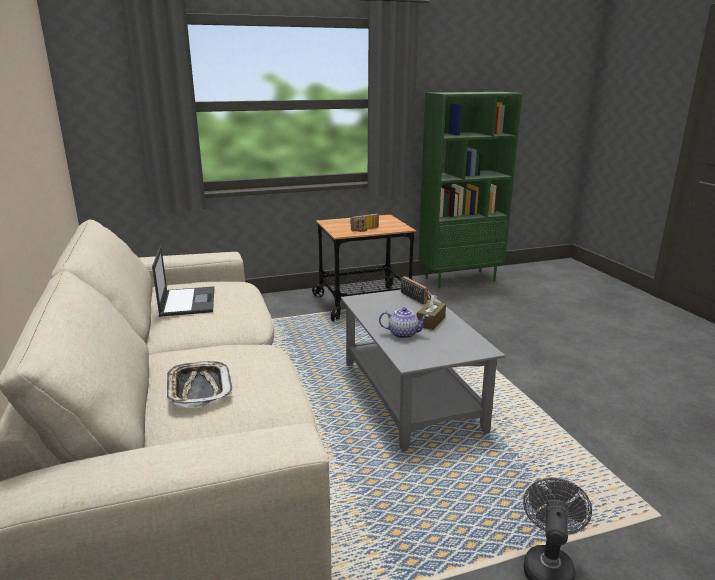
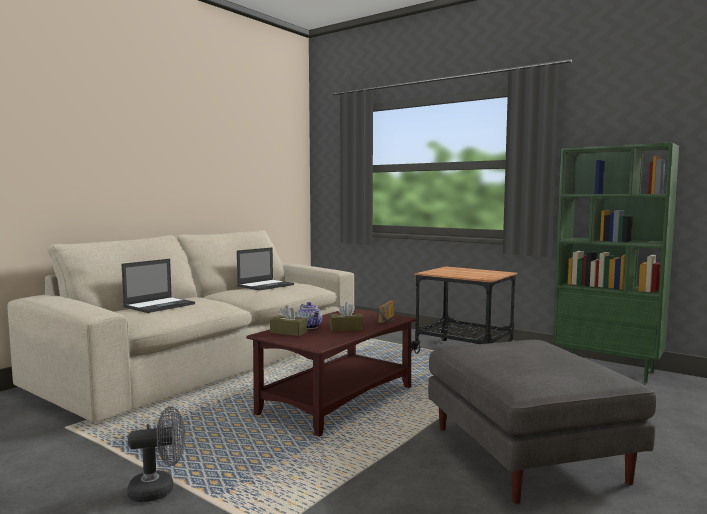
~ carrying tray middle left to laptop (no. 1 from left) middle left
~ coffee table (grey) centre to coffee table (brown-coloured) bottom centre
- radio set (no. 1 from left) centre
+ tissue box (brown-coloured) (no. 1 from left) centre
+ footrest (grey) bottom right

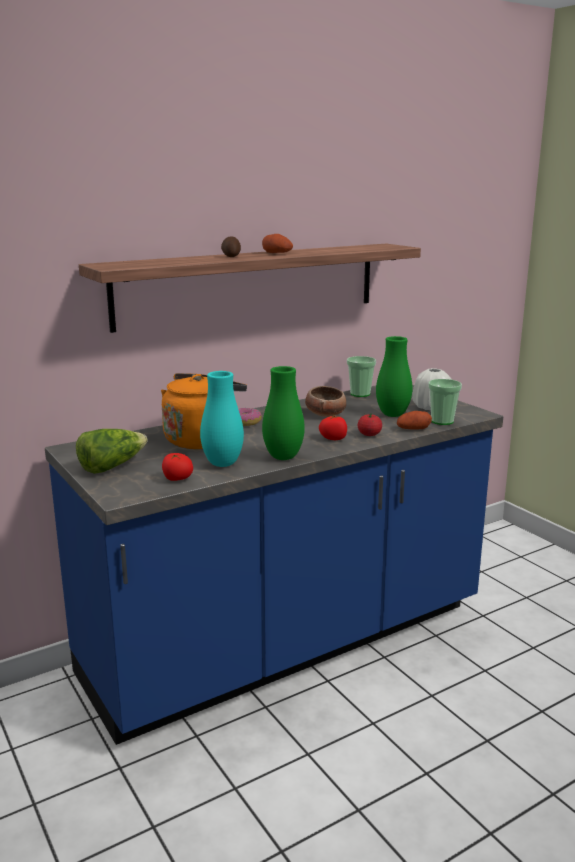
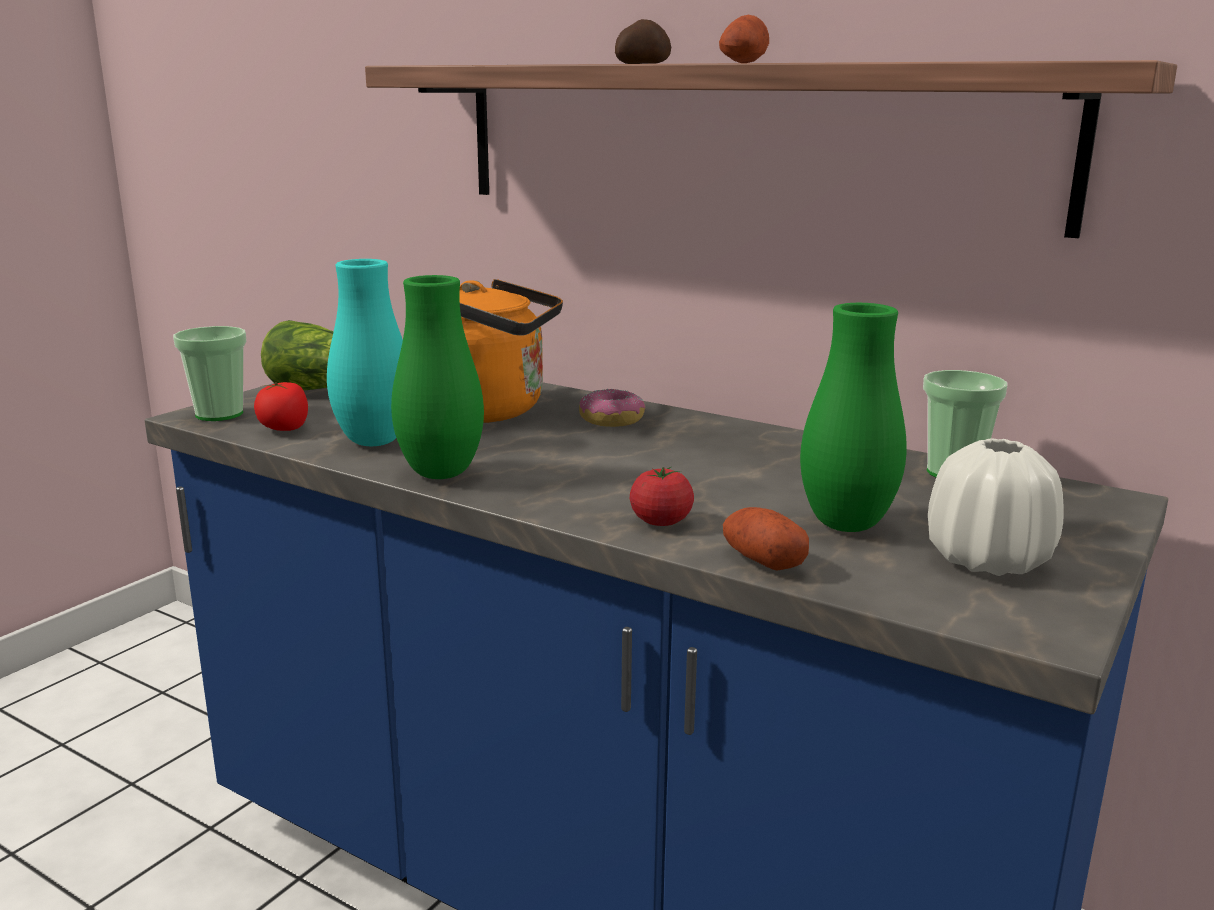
- serving bowl centre
- fresh tomato (no. 2 from left) centre
~ cup (no. 2 from left in the first image) middle right to cup (no. 1 from left) middle left

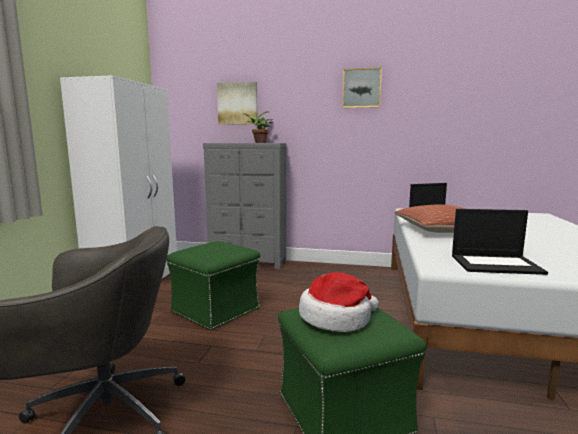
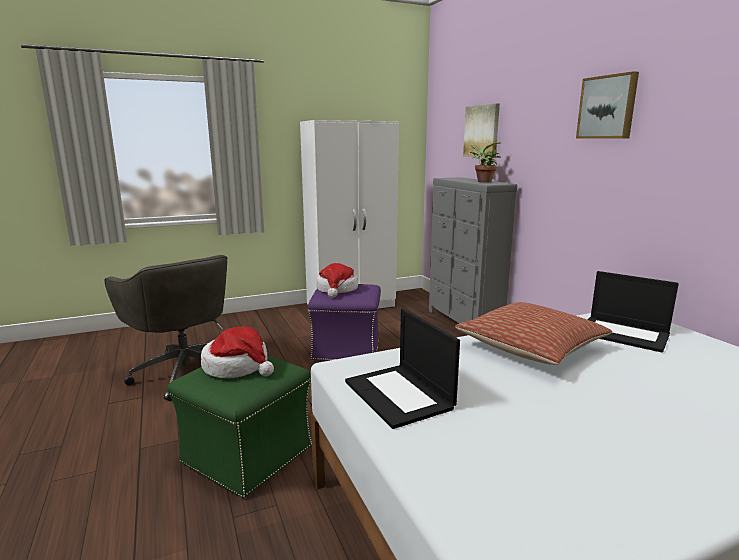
~ footrest (green) (no. 1 from left) centre to footrest (purple-coloured) centre
+ wearable hat (no. 2 from left) centre

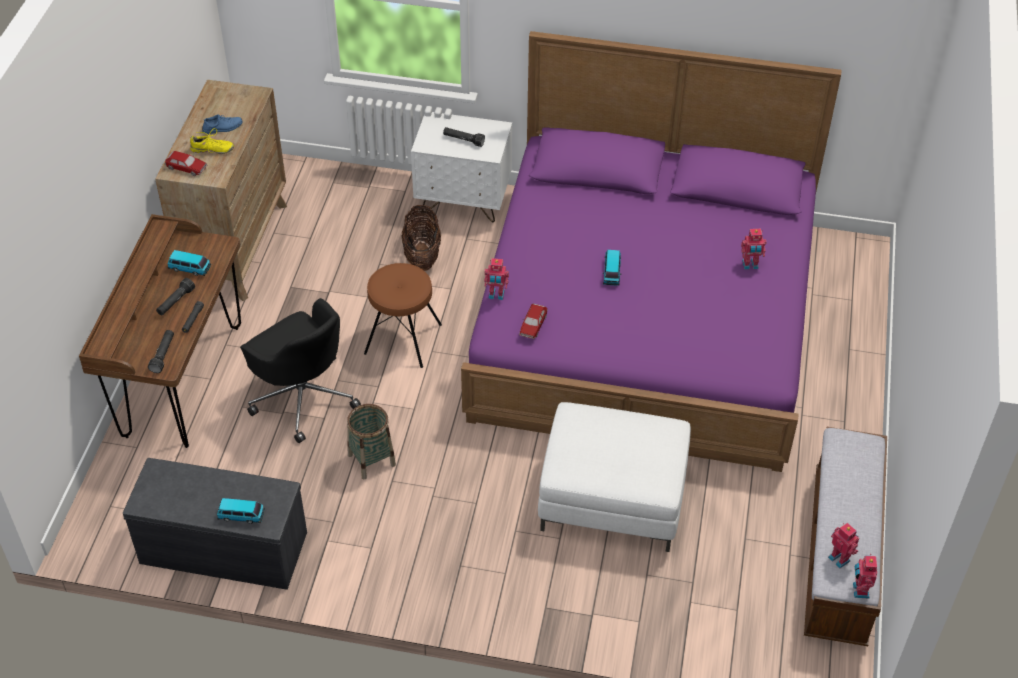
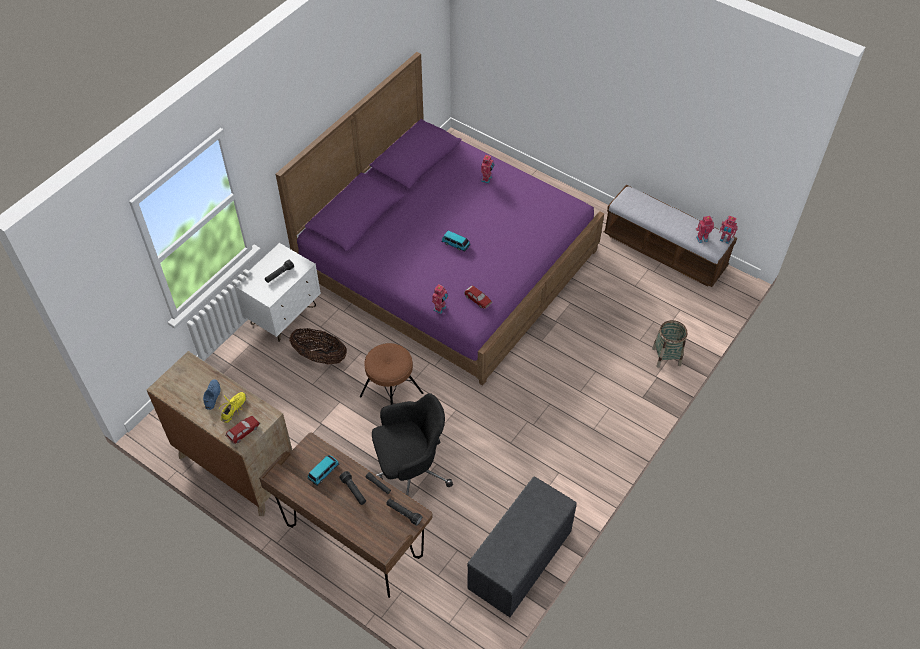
- miniature car (no. 3 from left) bottom left
~ basket (no. 1 from left in the first image) centre to basket (no. 2 from left) middle right
- footrest (white) bottom centre

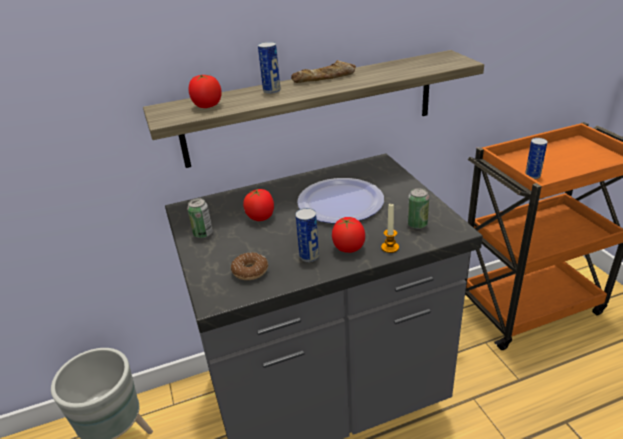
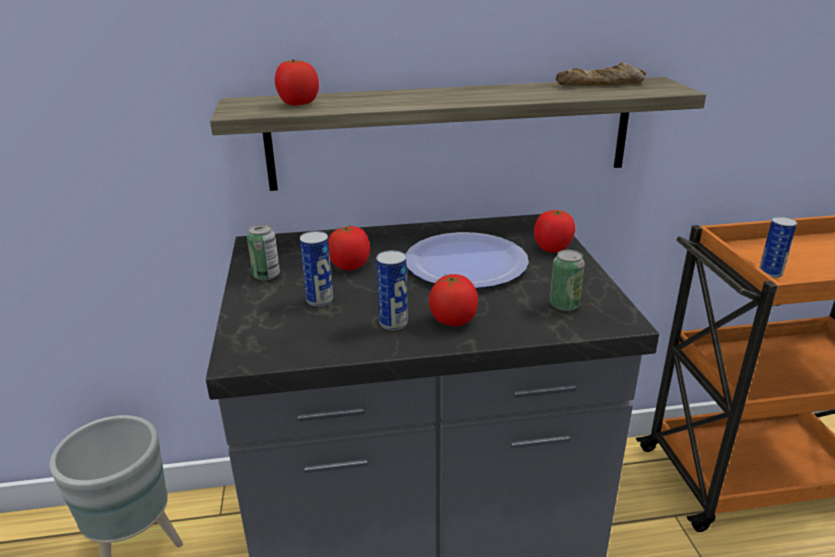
- doughnut centre
~ can (no. 2 from left) top centre to centre
~ bread top centre to top right
- wax light centre
+ fresh tomato (no. 4 from left) centre

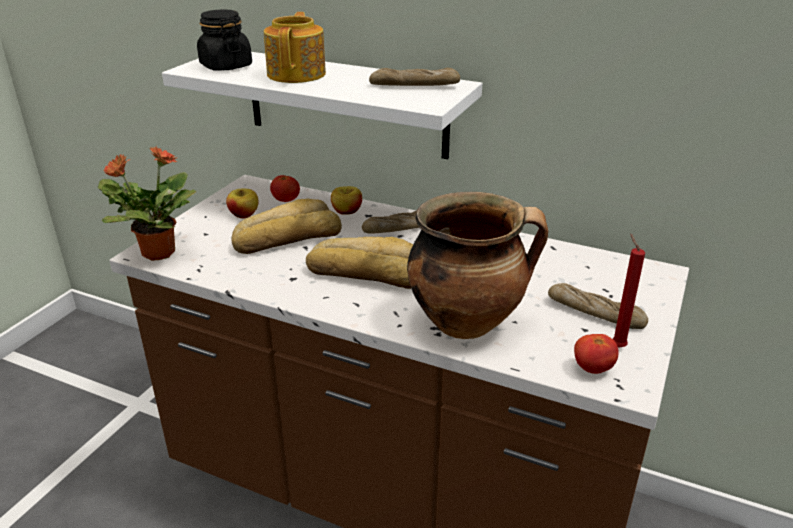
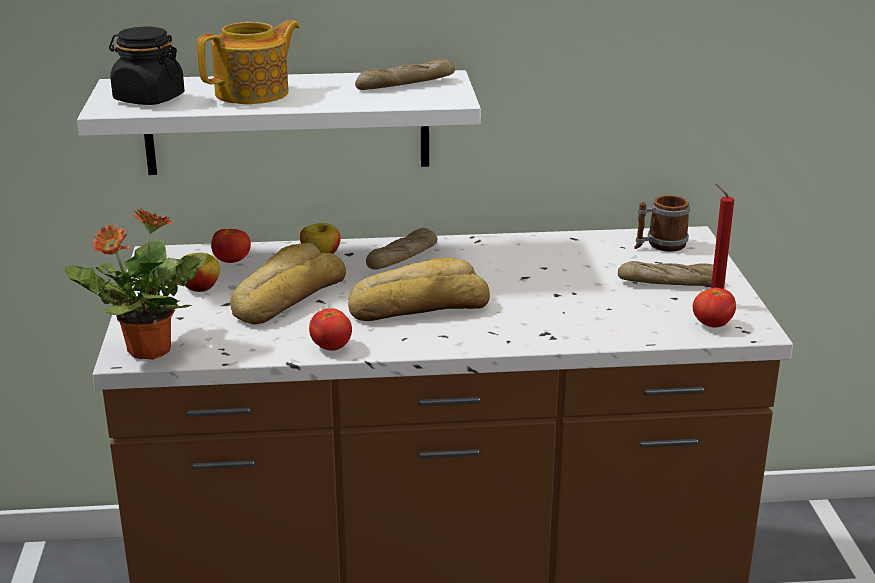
~ teapot top centre = top left 75 degrees clockwise
- stockpot centre
+ fresh tomato (no. 2 from left) centre
+ coffee mug middle right

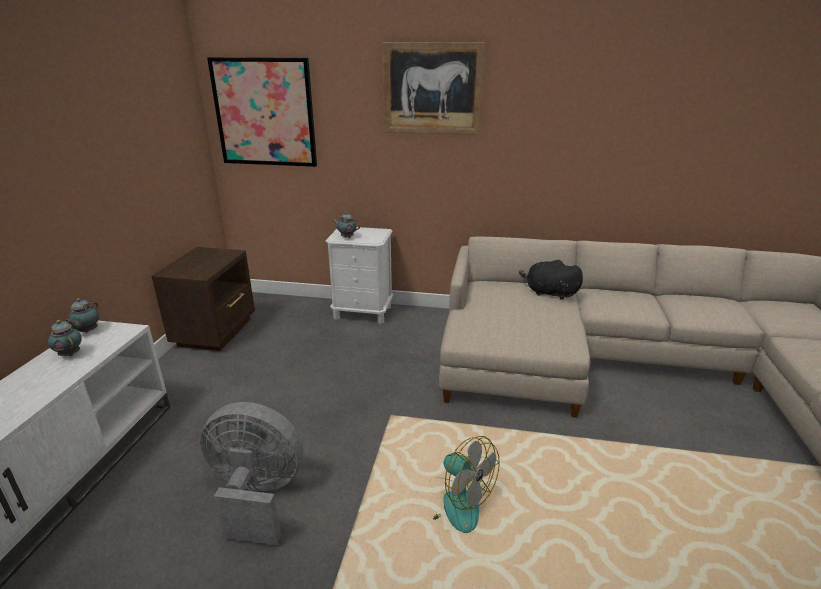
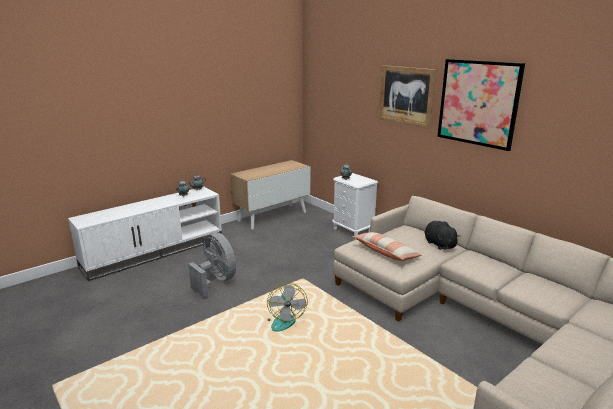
~ night table (brown-coloured) middle left to cupboard centre
~ picture (no. 1 from left in the first image) top left to picture (no. 2 from left) top right
+ pillow centre

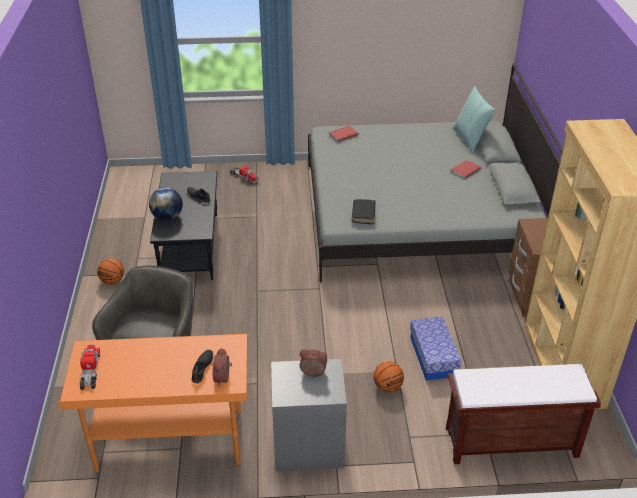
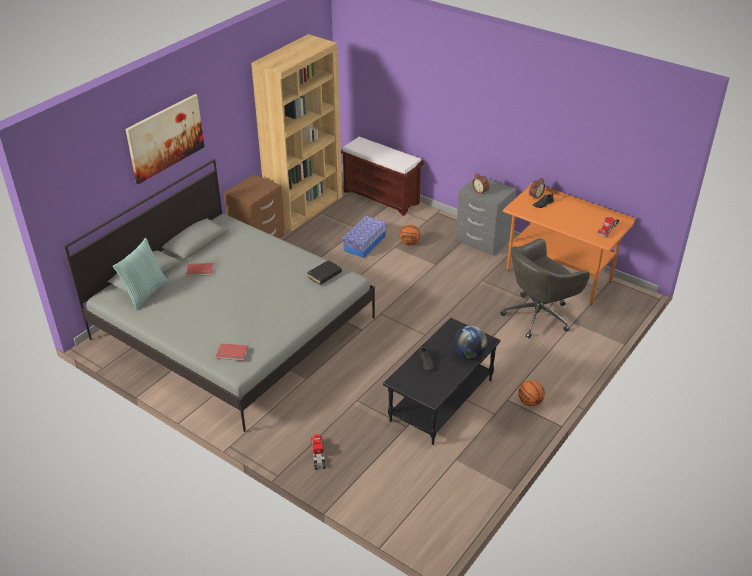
+ picture top left

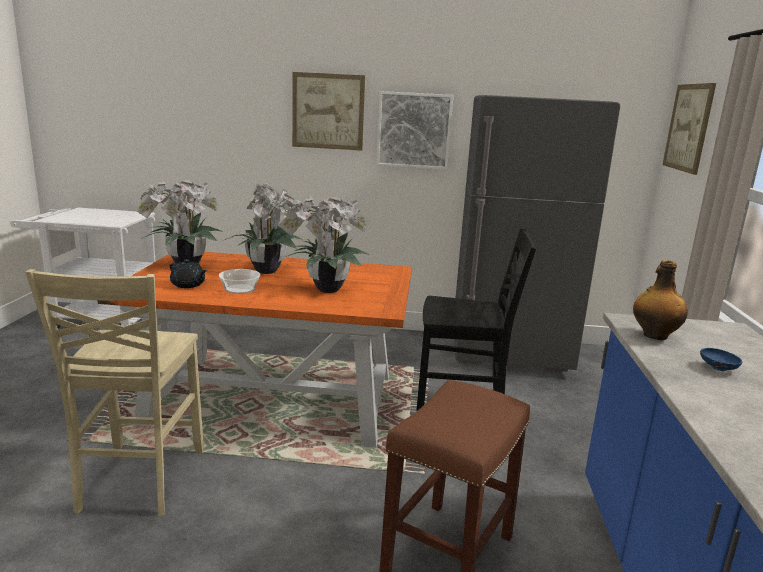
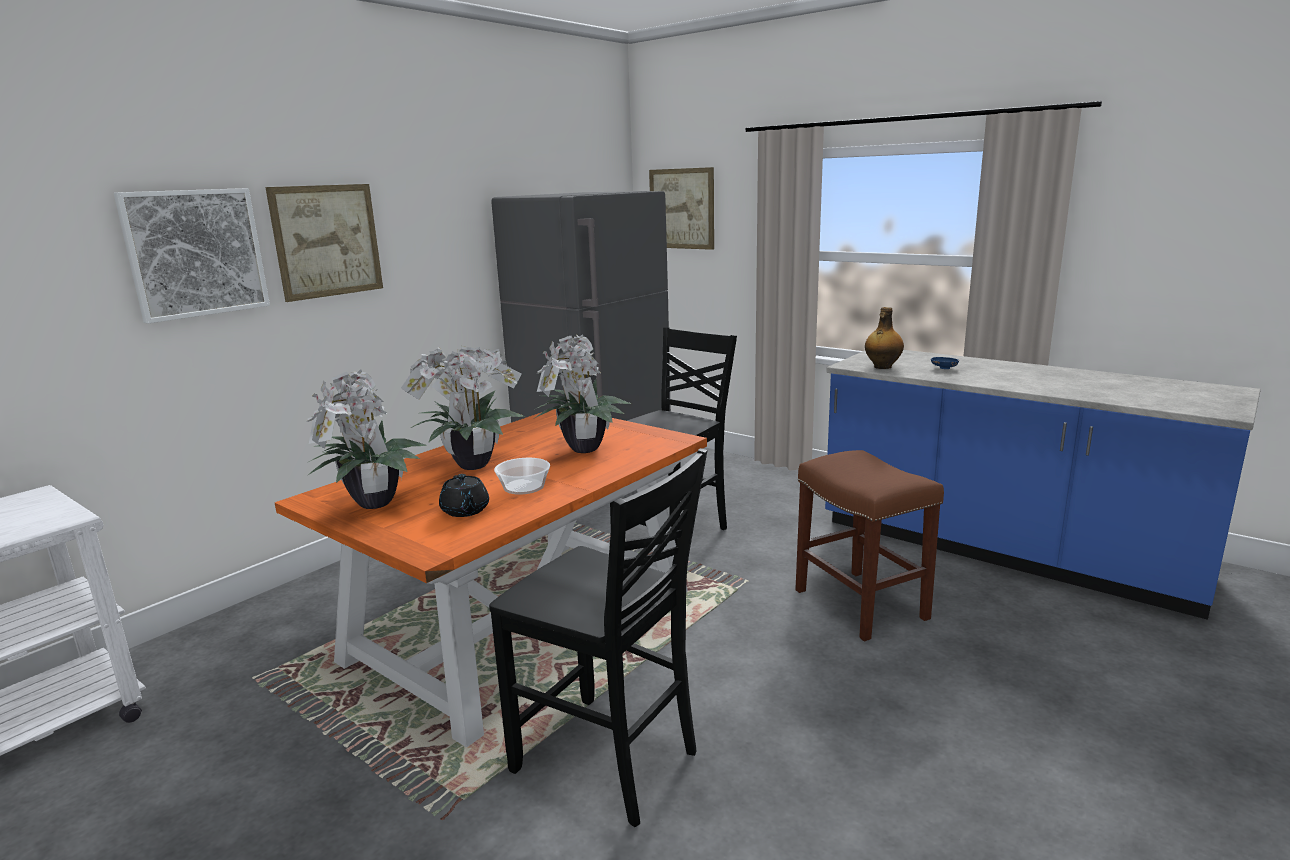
~ upright chair (beige-coloured) bottom left to upright chair (black-coloured) (no. 1 from left) bottom centre
~ teapot (black-coloured) middle left = centre 90 degrees clockwise
~ picture (no. 2 from left in the first image) top centre to picture (no. 1 from left) top left

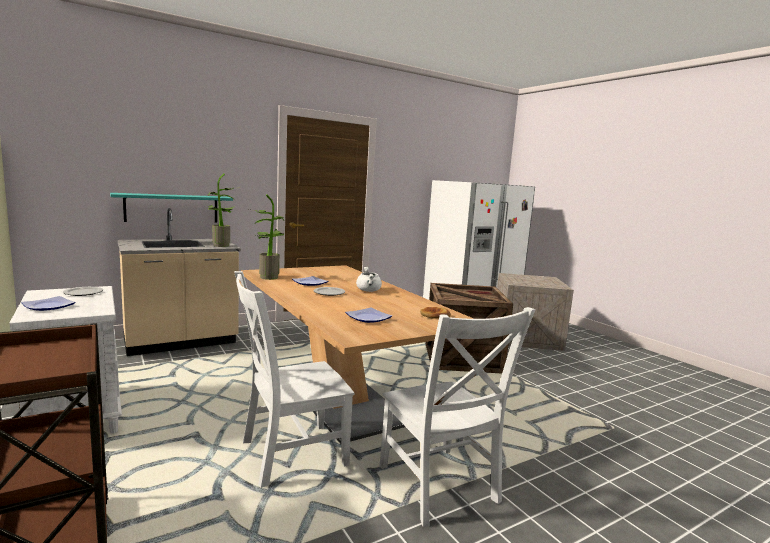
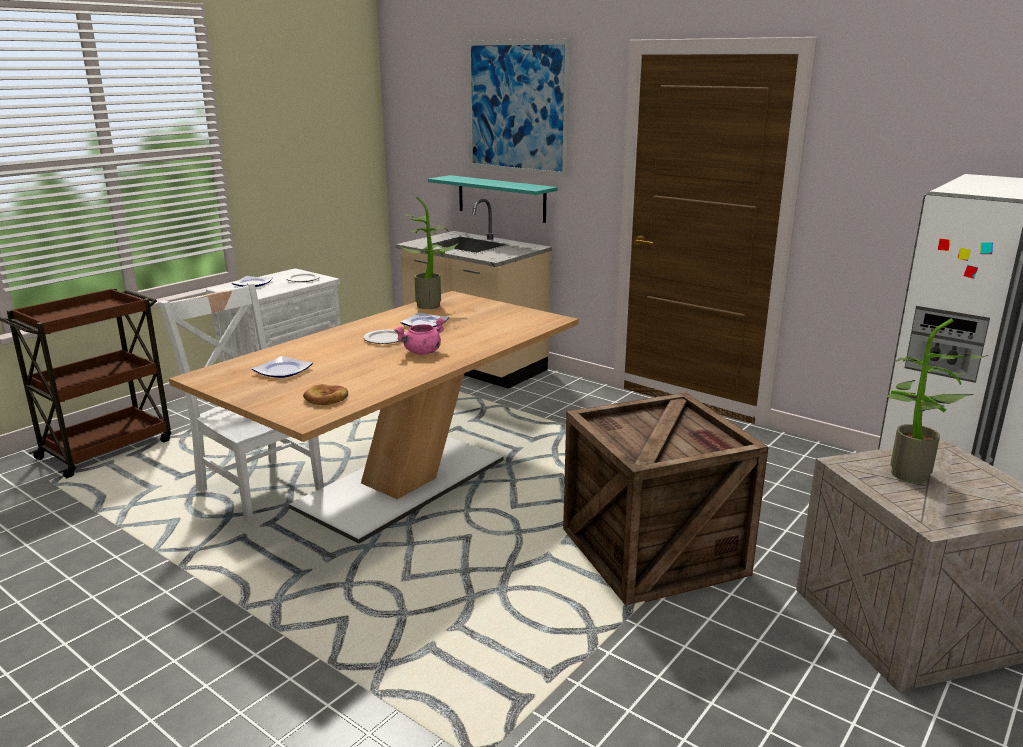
~ houseplant (no. 1 from left in the first image) middle left to houseplant (no. 2 from left) middle right
~ stockpot (white) centre to stockpot (pink-coloured) centre
- upright chair (white) (no. 2 from left) bottom centre
+ picture top centre

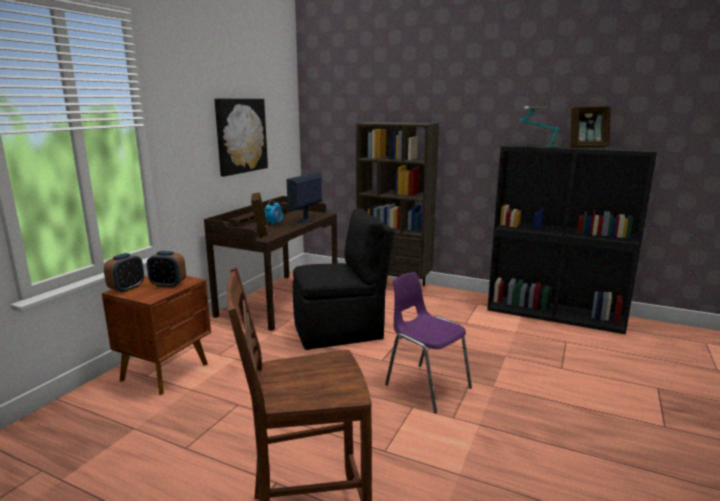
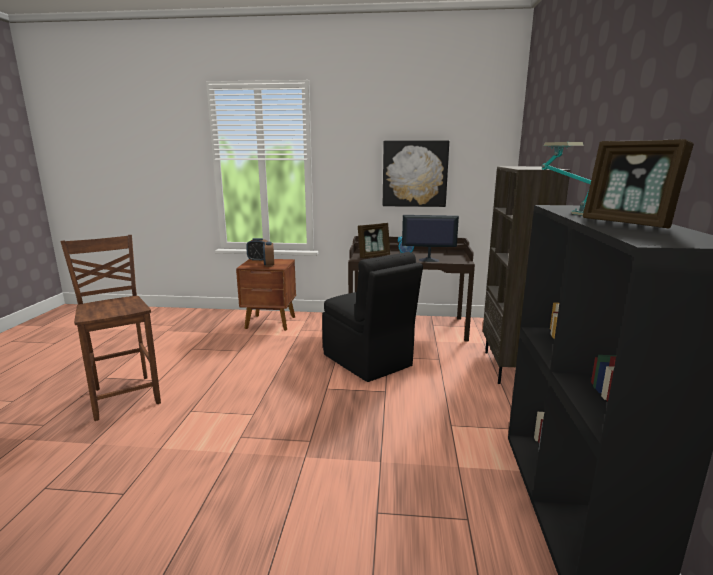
- upright chair (purple-coloured) bottom centre

